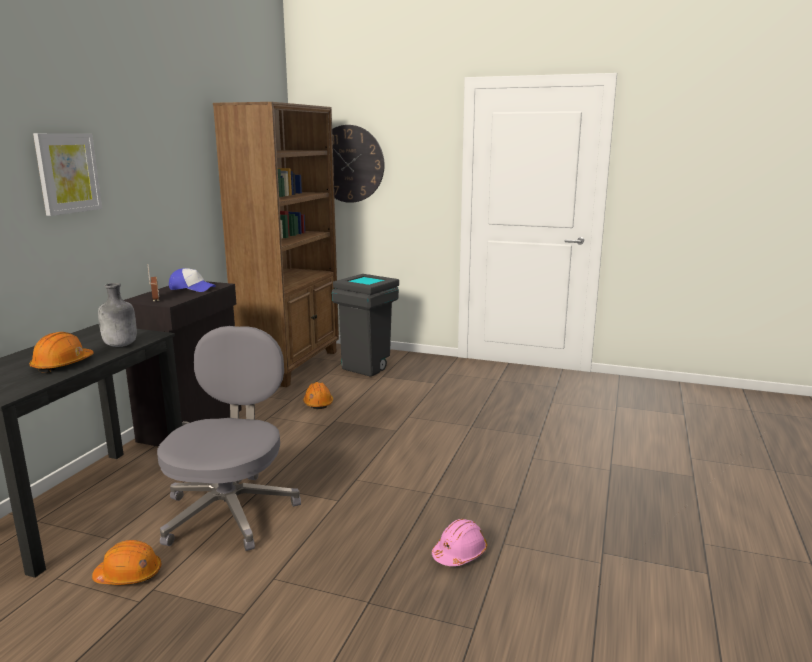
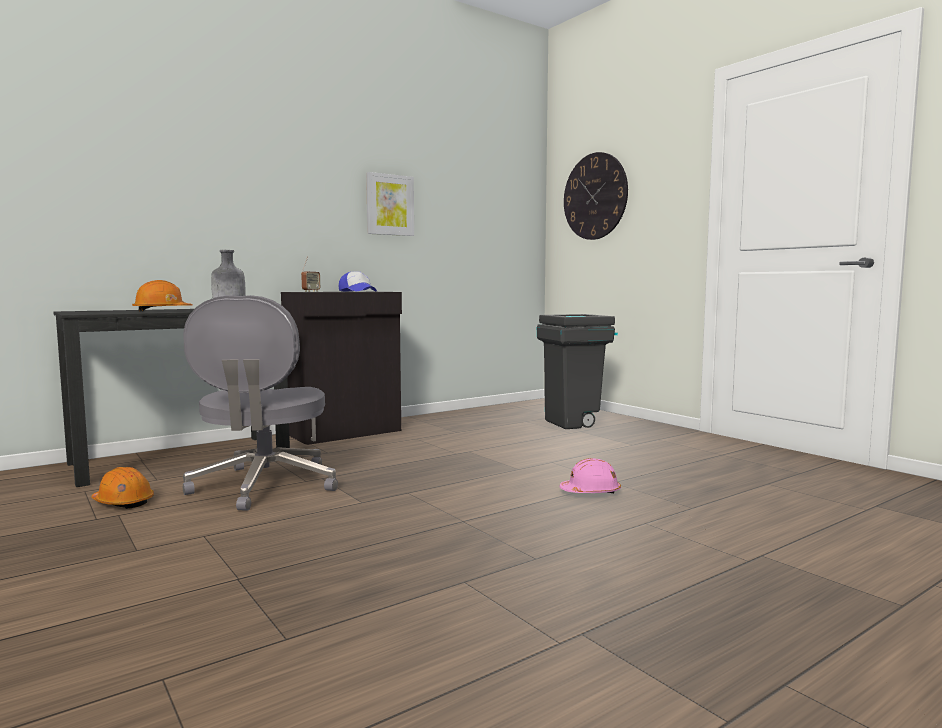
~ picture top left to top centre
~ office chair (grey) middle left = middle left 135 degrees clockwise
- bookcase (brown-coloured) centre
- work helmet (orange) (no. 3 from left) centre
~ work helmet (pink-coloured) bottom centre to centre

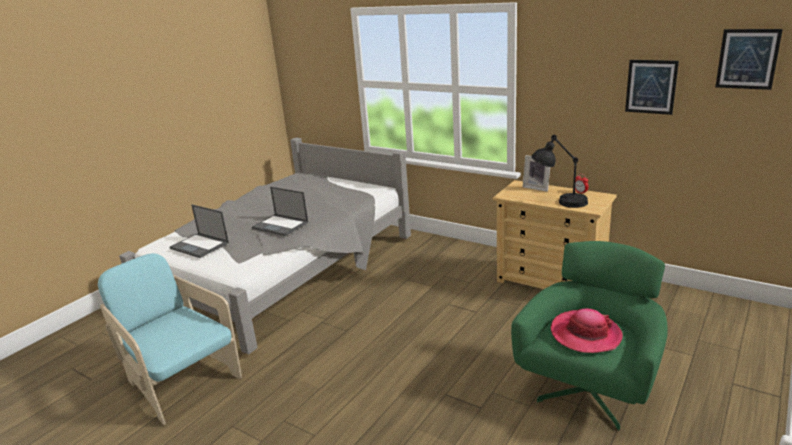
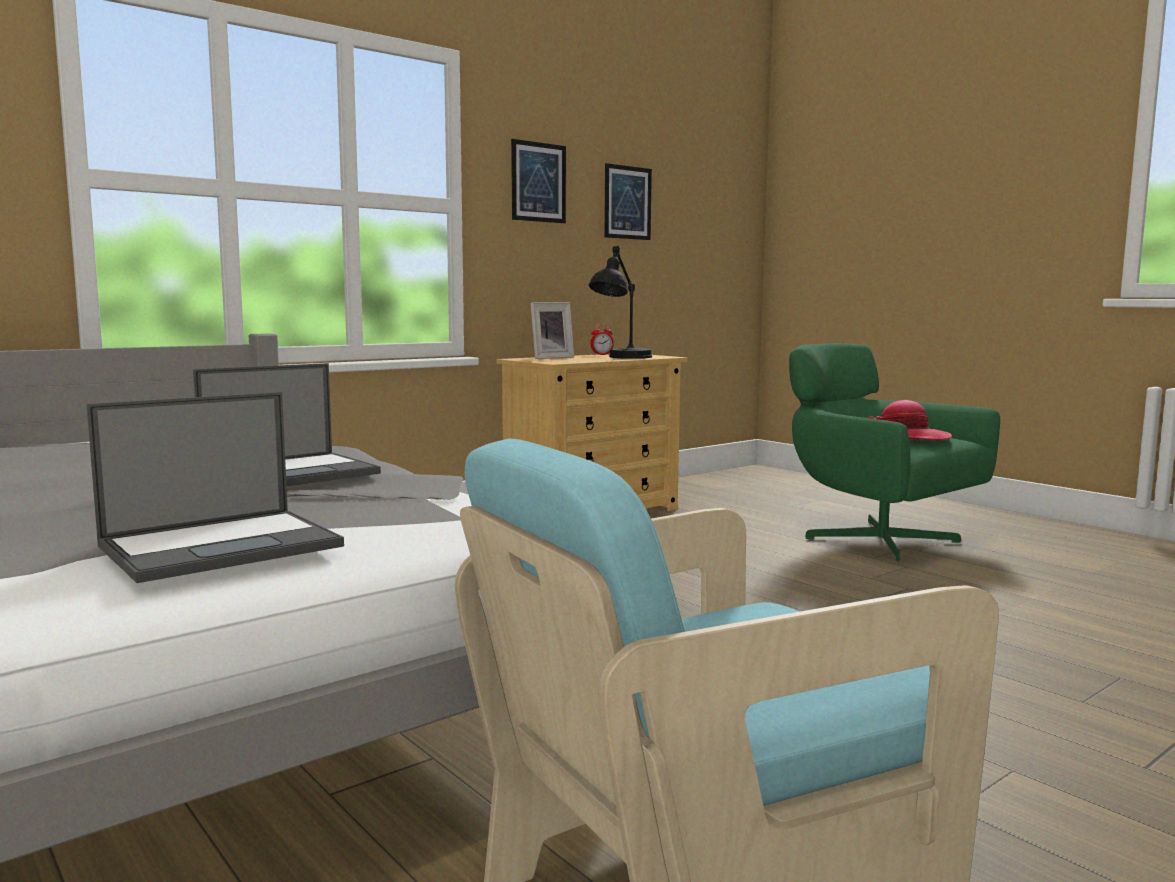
~ picture (no. 2 from left in the first image) top right to picture (no. 1 from left) top centre

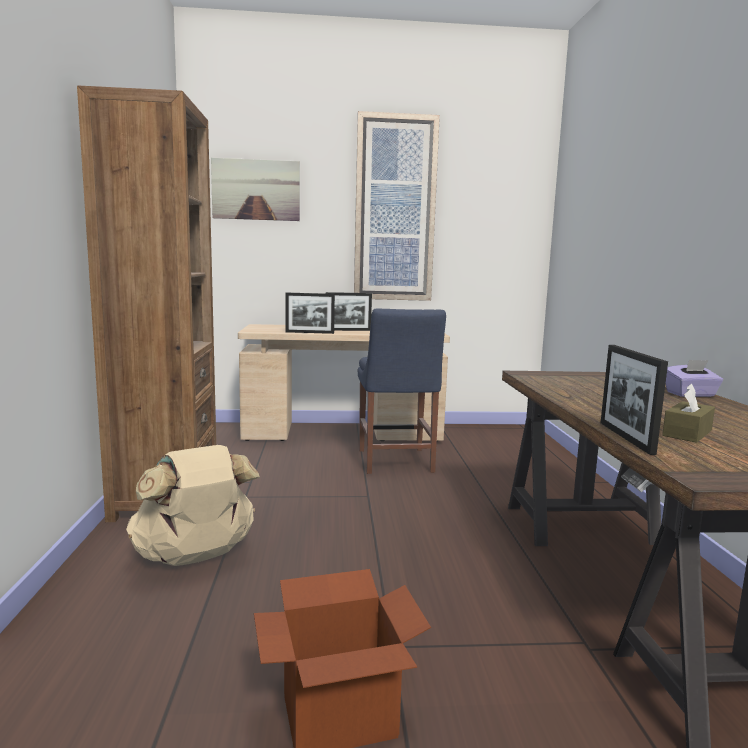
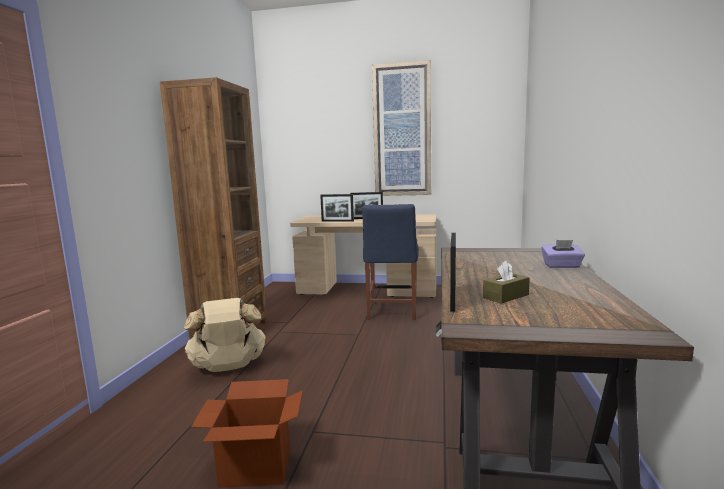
- picture (no. 1 from left) top centre

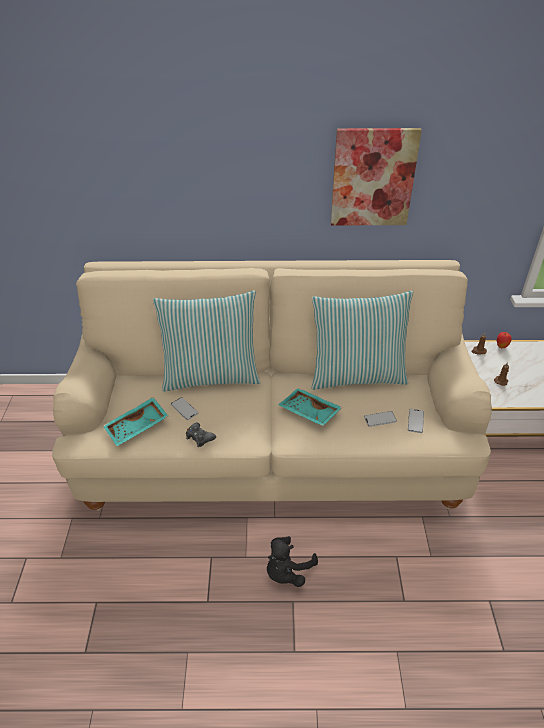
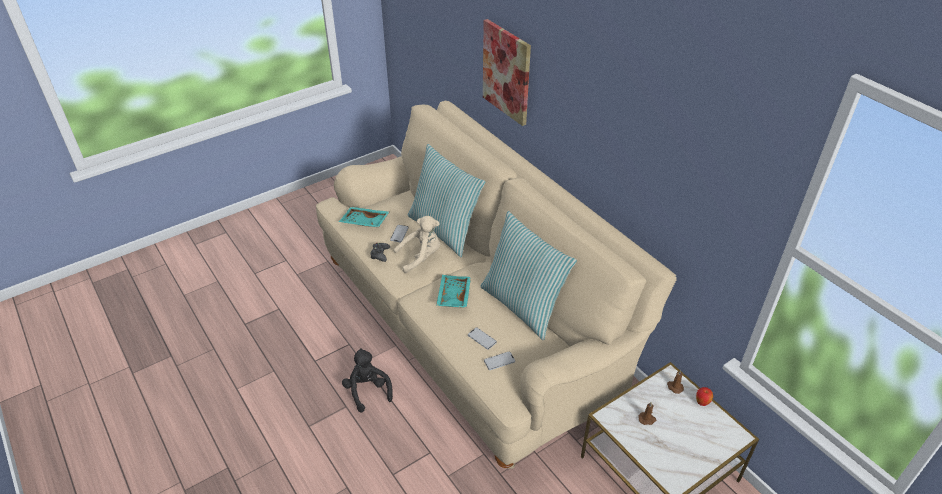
~ plush toy (black-coloured) bottom centre = bottom centre 60 degrees clockwise
~ picture top right to top centre
+ plush toy (beige-coloured) centre

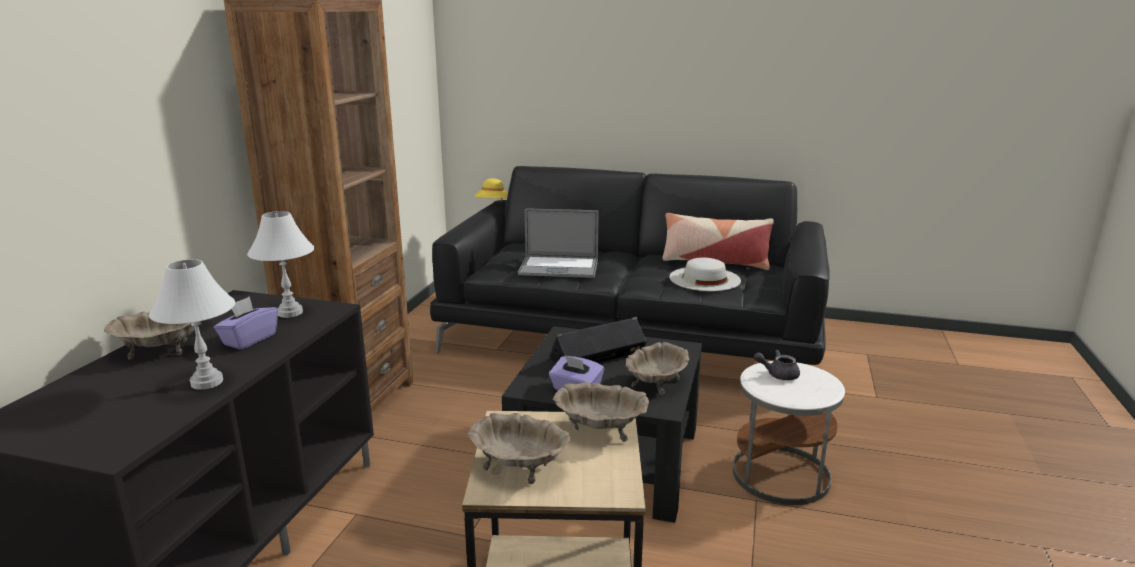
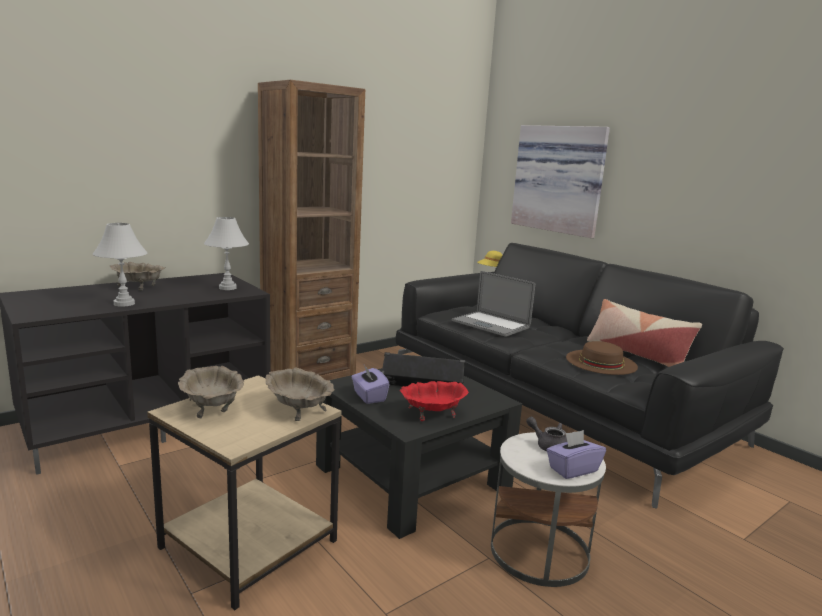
~ tissue box (purple-coloured) (no. 1 from left in the first image) middle left to tissue box (purple-coloured) (no. 2 from left) bottom right
~ serving bowl (beige-coloured) (no. 4 from left) centre to serving bowl (reddish) centre
~ wearable hat (white) centre to wearable hat (brown-coloured) middle right
+ picture top right

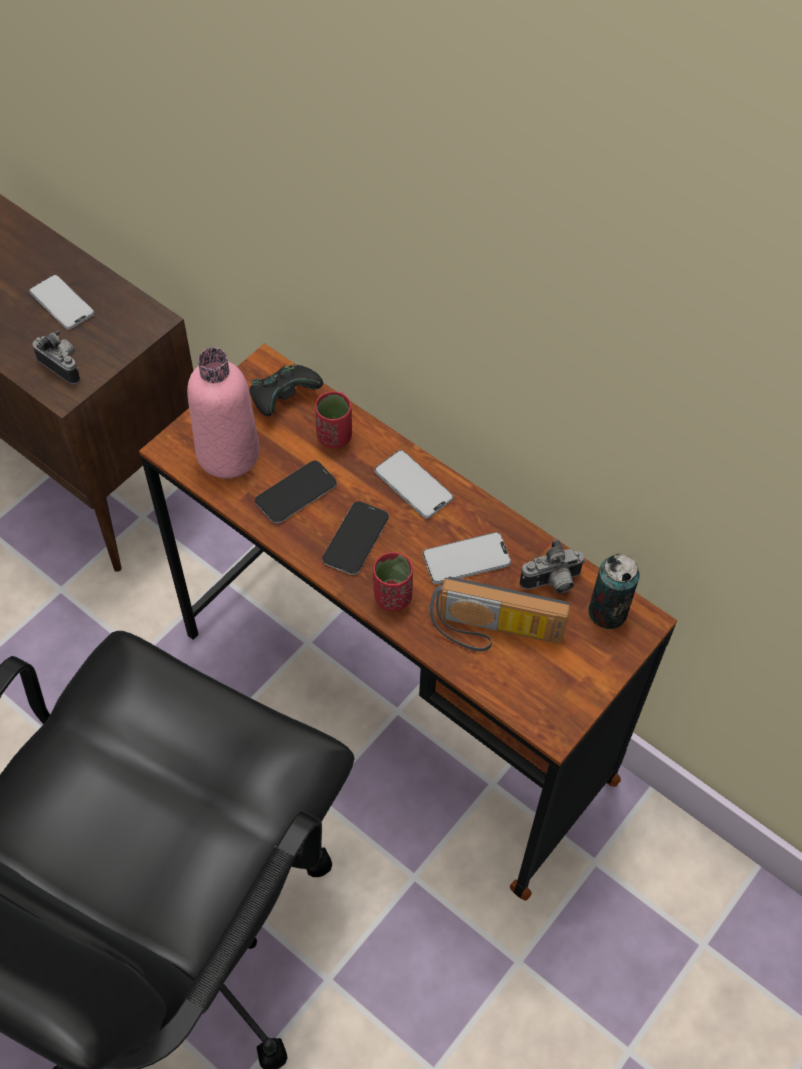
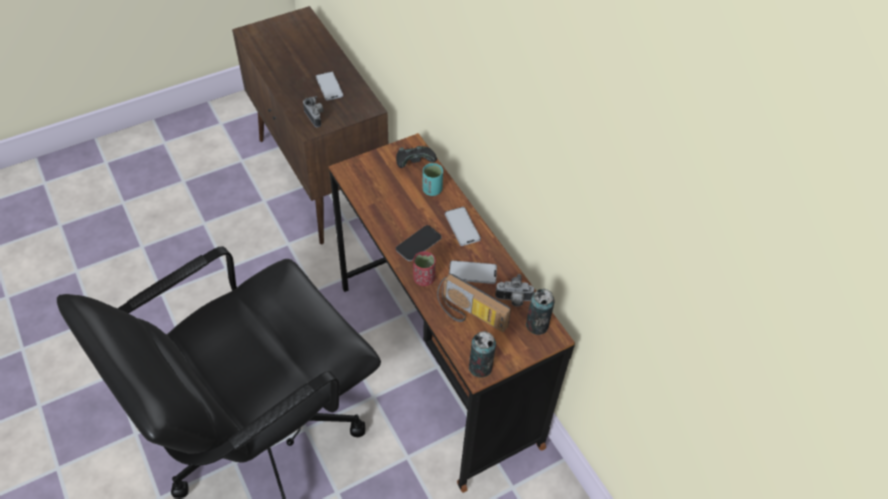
- beverage bottle (pink-coloured) middle left
- phone (no. 2 from left) centre
~ cup (reddish) (no. 1 from left) centre to cup (turquoise-coloured) centre
+ can (no. 1 from left) bottom centre

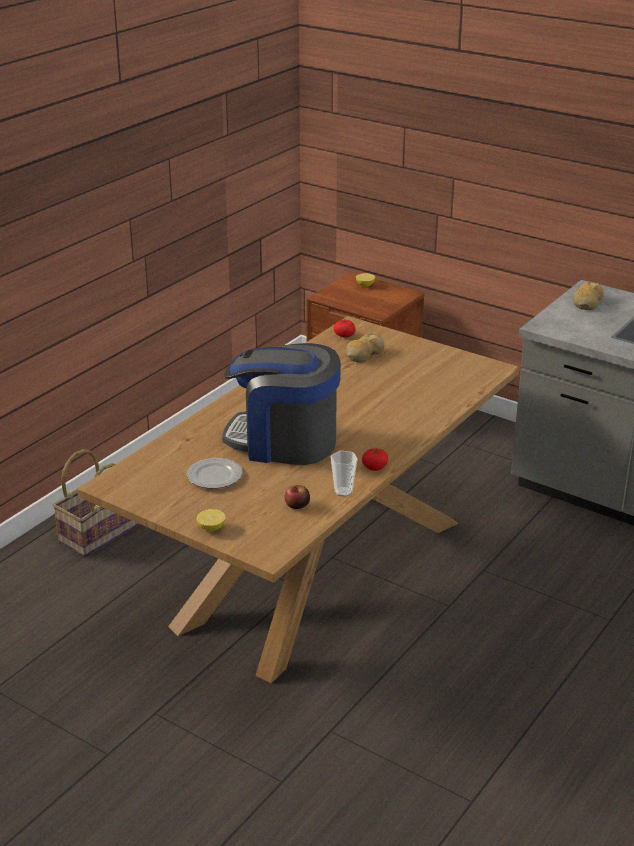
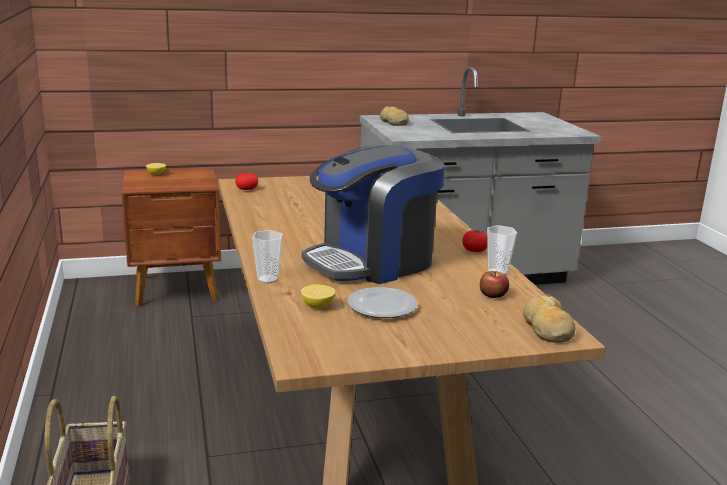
~ lemon (no. 1 from left in the first image) middle left to lemon (no. 2 from left) centre
~ bread (no. 1 from left in the first image) centre to bread (no. 2 from left) middle right
+ cup (no. 1 from left) centre

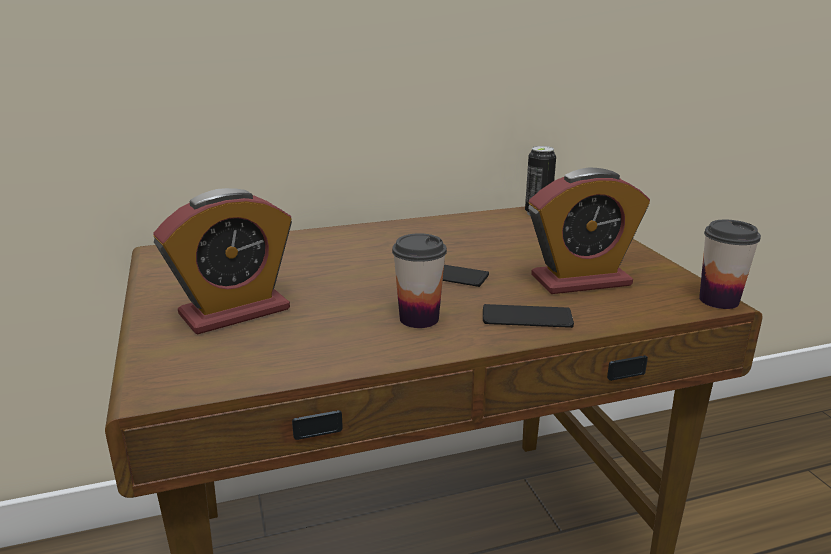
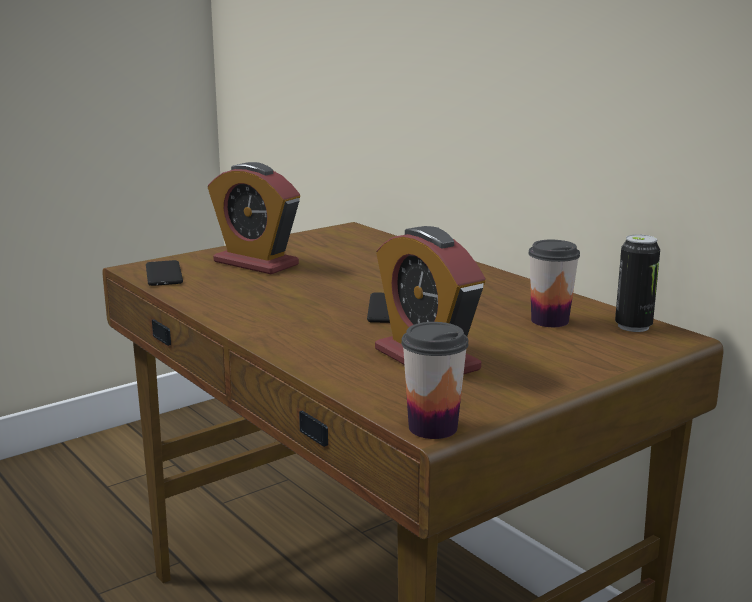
~ cup (no. 1 from left in the first image) centre to cup (no. 2 from left) middle right
~ phone (no. 2 from left in the first image) centre to phone (no. 1 from left) middle left

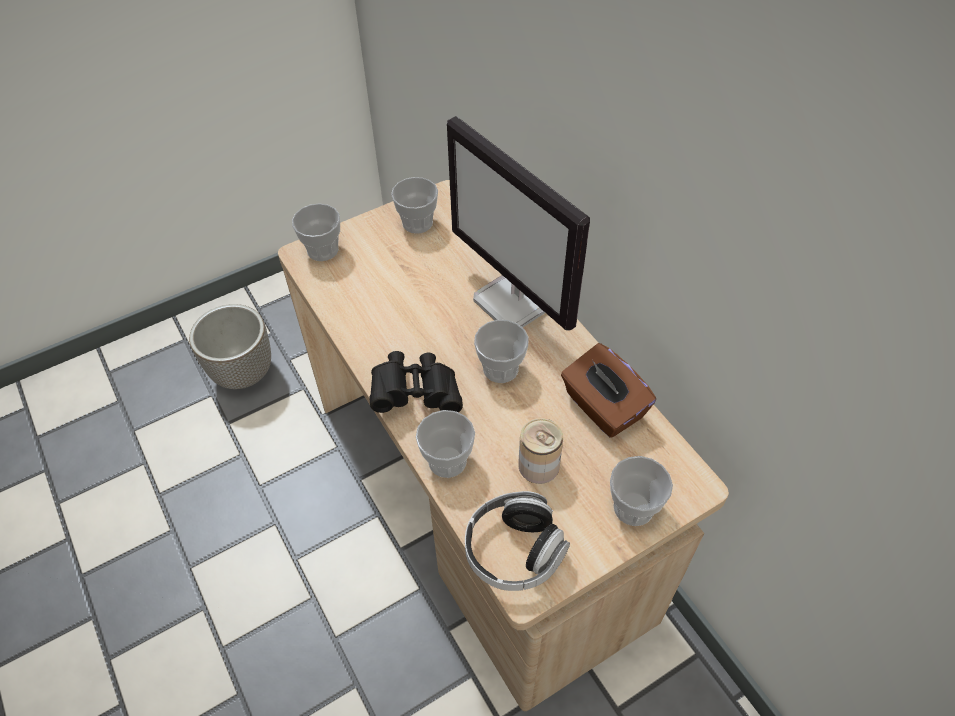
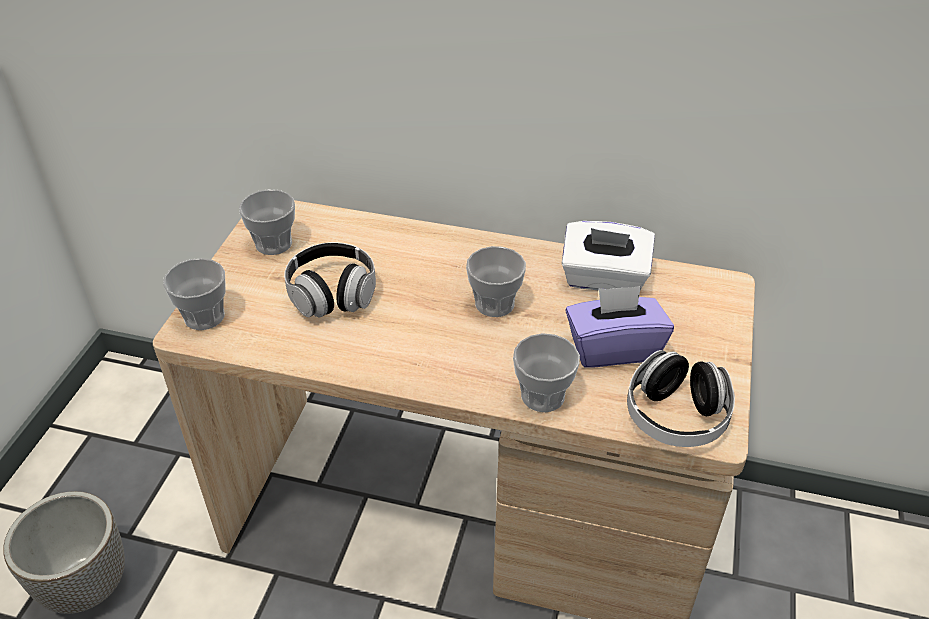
- binoculars (black-coloured) centre
- computer display top centre
~ can centre to tissue box (purple-coloured) centre
~ tissue box (brown-coloured) centre to tissue box (white) centre
- cup (no. 5 from left) bottom right
+ headset (no. 1 from left) centre

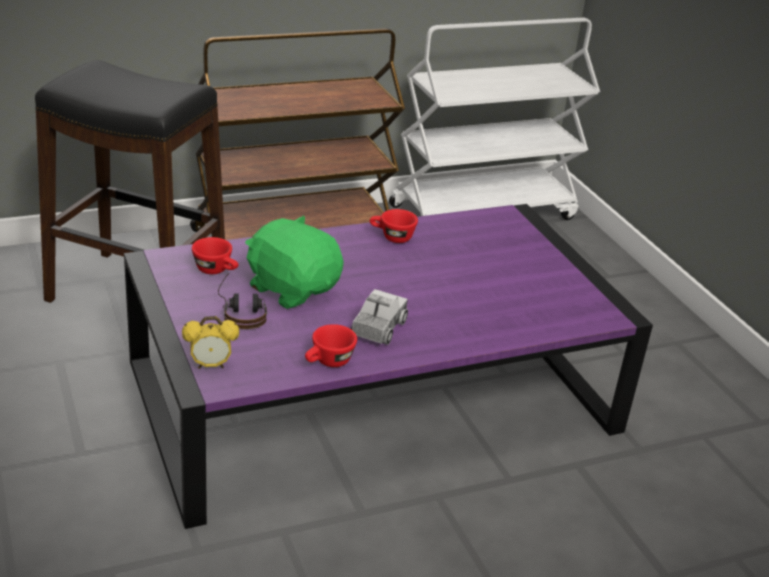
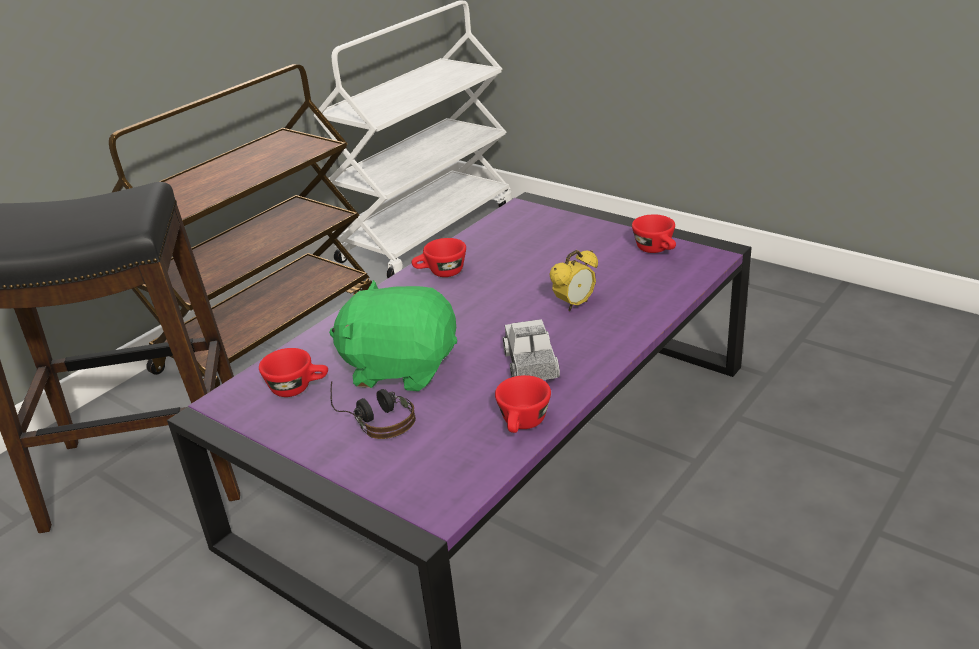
~ alarm clock middle left to centre
+ cup (reddish) (no. 4 from left) middle right

